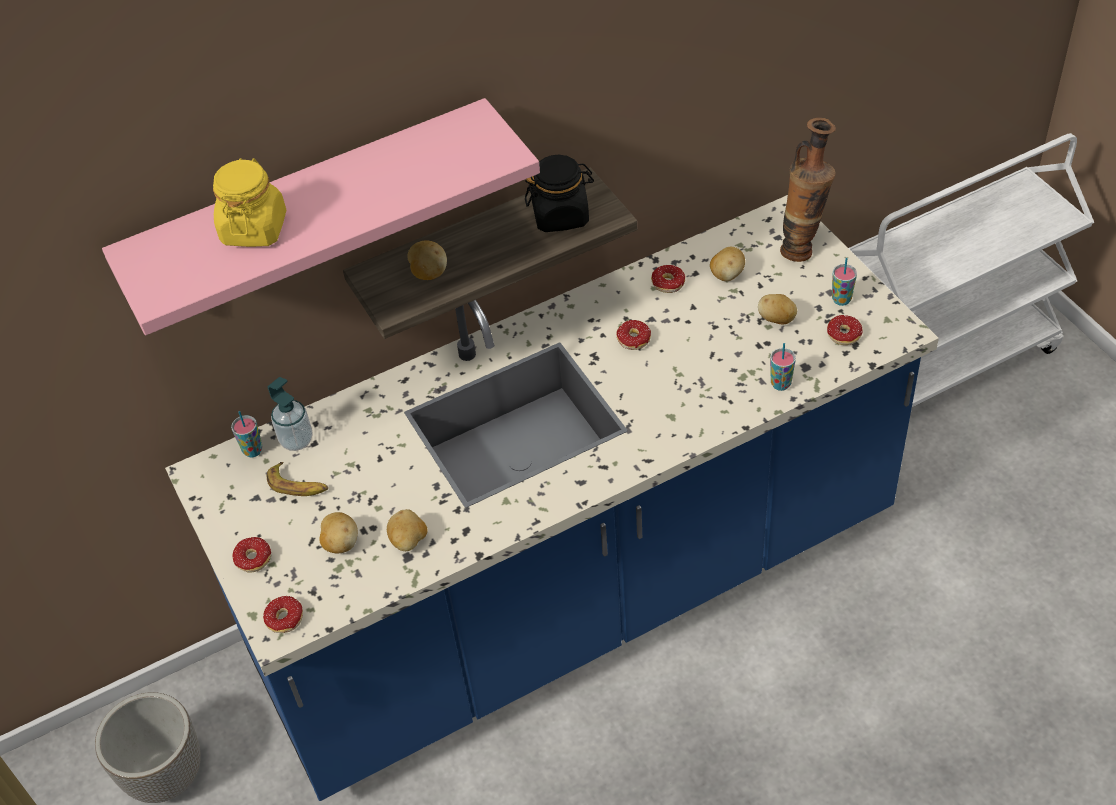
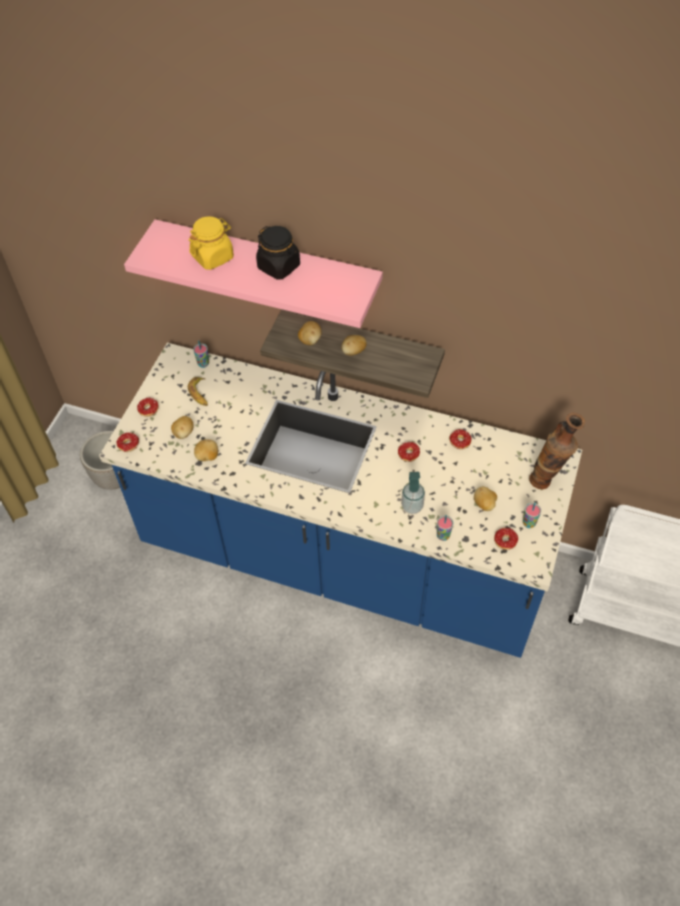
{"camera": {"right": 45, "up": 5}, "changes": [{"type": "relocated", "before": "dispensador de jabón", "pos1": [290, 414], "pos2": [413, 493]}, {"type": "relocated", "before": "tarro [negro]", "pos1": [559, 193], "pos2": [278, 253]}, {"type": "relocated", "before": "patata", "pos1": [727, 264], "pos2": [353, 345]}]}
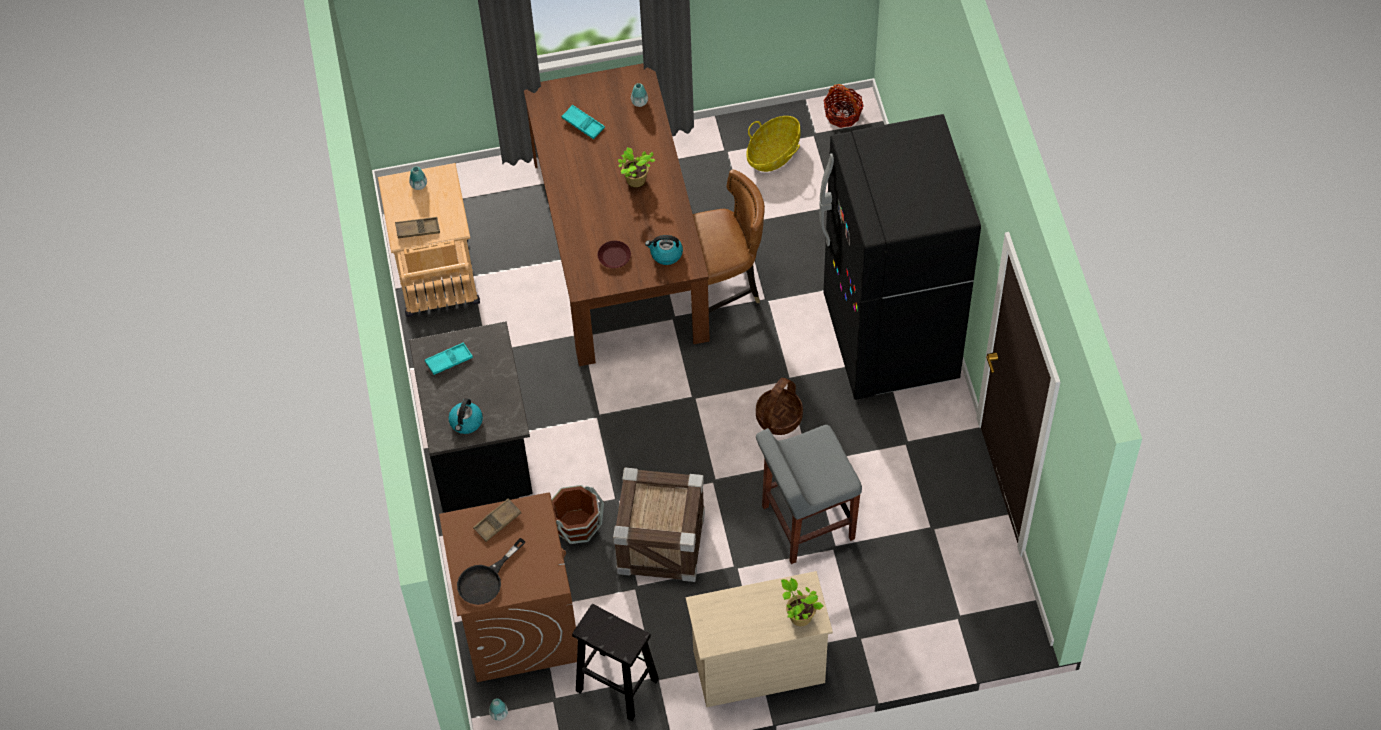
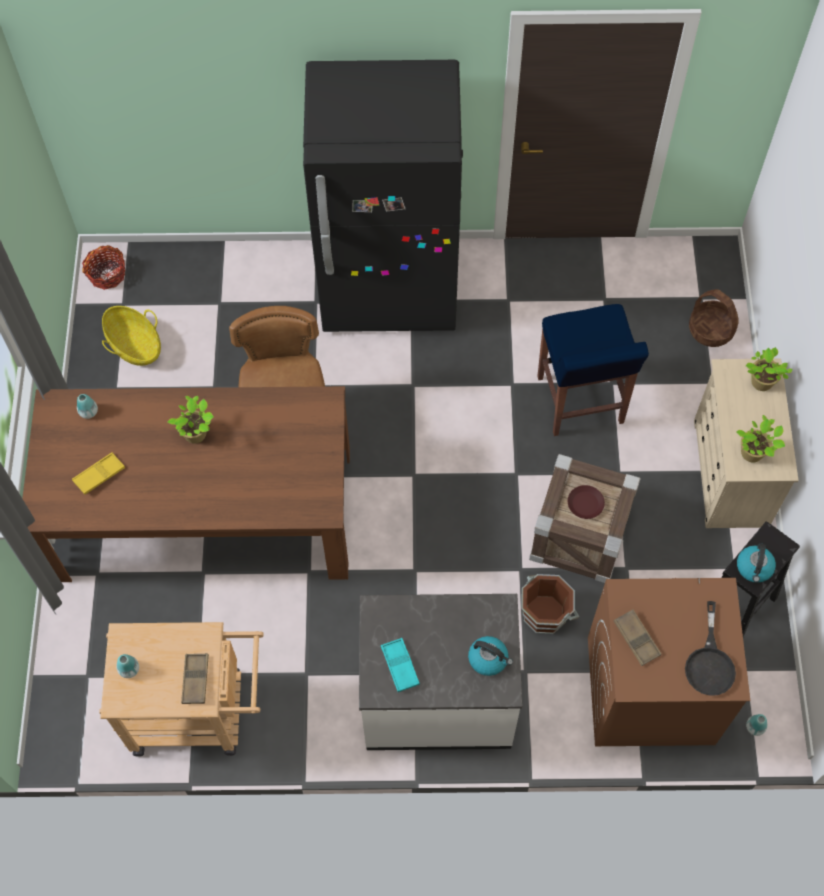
{"camera": {"right": -80, "up": 5}, "changes": [{"type": "appeared", "after": "planta en maceta", "pos2": [760, 439]}, {"type": "relocated", "before": "plato [marrón]", "pos1": [614, 254], "pos2": [586, 502]}, {"type": "relocated", "before": "hervidor", "pos1": [664, 250], "pos2": [756, 563]}, {"type": "relocated", "before": "cesta", "pos1": [779, 406], "pos2": [714, 318]}, {"type": "colour", "before": "mueble bajo de cocina [negro]", "after": "mueble bajo de cocina [blanco]", "pos1": [471, 417], "pos2": [440, 672]}, {"type": "colour", "before": "bandeja [turquesa]", "after": "bandeja [amarillo]", "pos1": [583, 122], "pos2": [98, 473]}, {"type": "colour", "before": "taburete [gris]", "after": "taburete [azul]", "pos1": [809, 494], "pos2": [593, 370]}, {"type": "spun", "before": "sartén [negro]", "pos1": [491, 571], "pos2": [710, 648], "turn": 45}]}
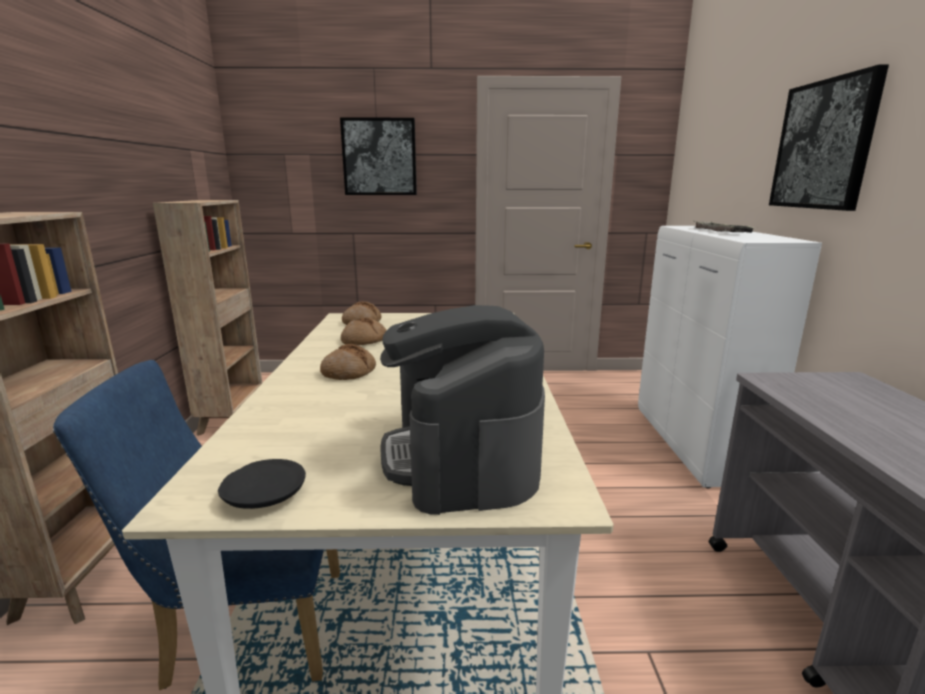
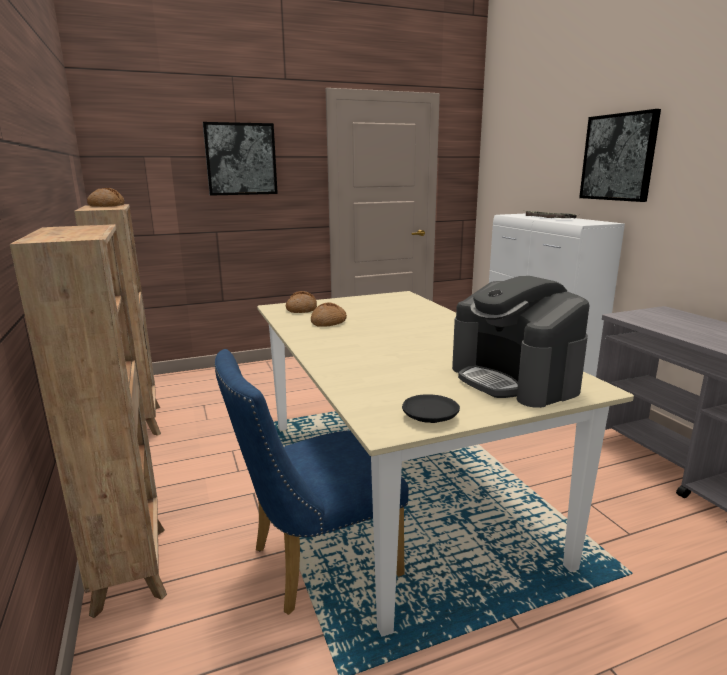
{"camera": {"right": -20, "up": 0}, "changes": [{"type": "relocated", "before": "pan", "pos1": [348, 362], "pos2": [106, 197]}]}
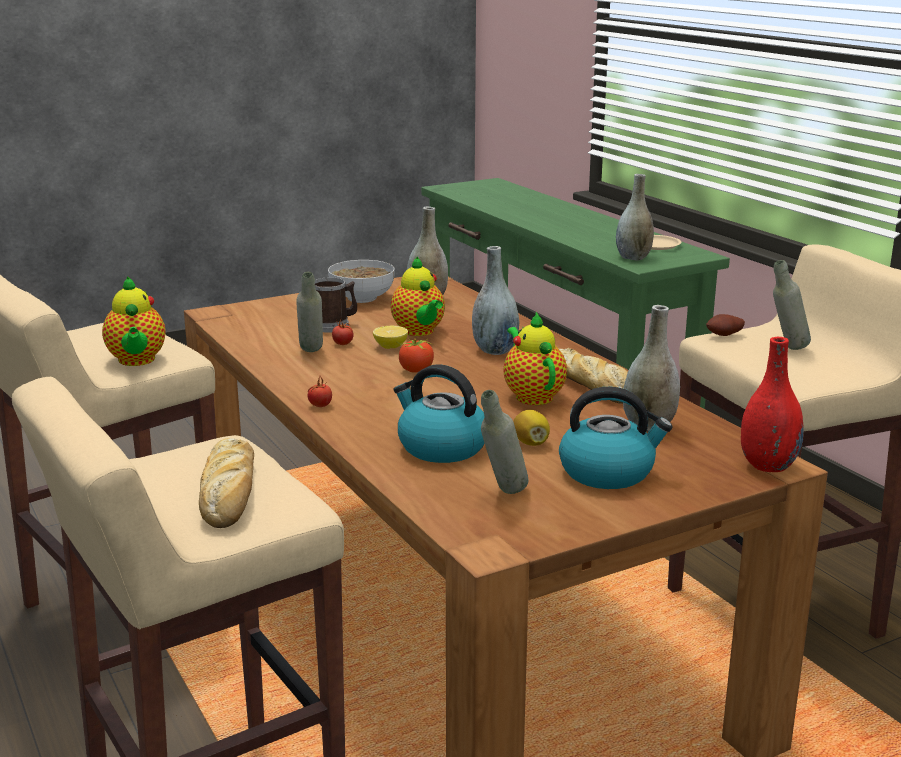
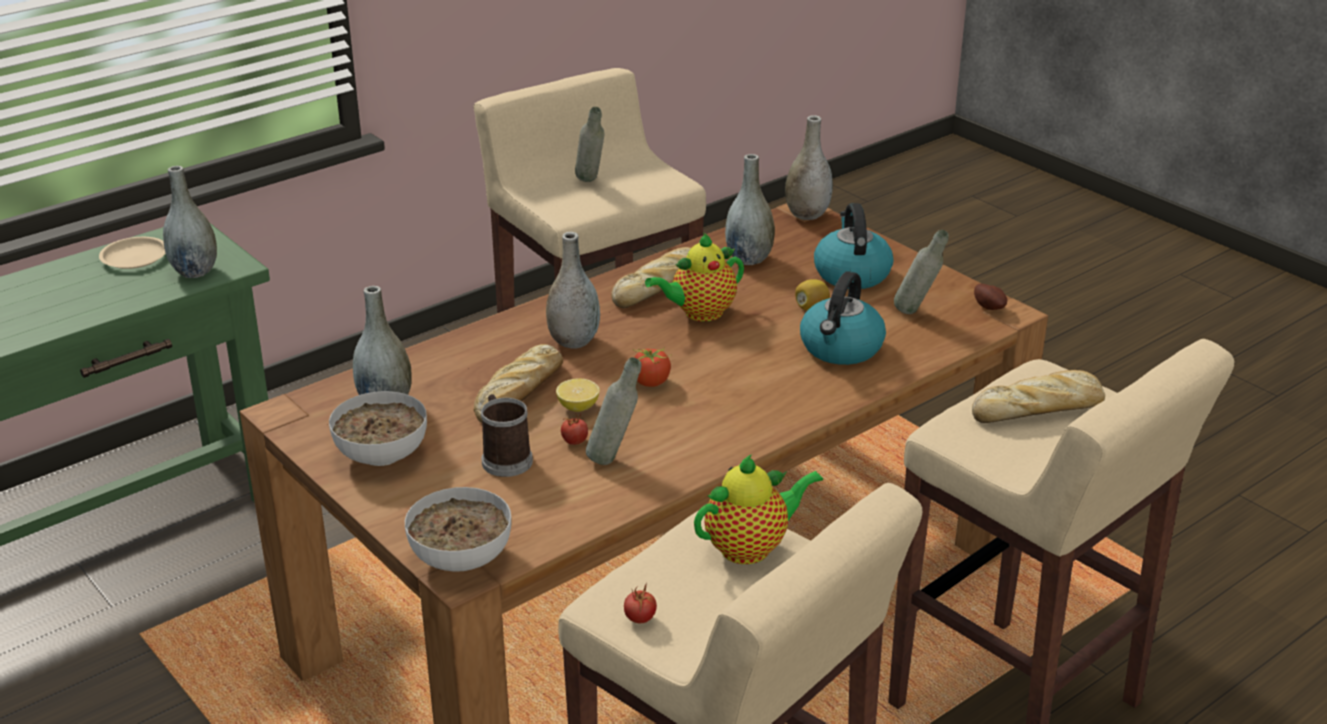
{"camera": {"right": -100, "up": 10}, "changes": [{"type": "appeared", "after": "cuenco", "pos2": [458, 529]}, {"type": "relocated", "before": "tomate", "pos1": [320, 391], "pos2": [640, 603]}, {"type": "relocated", "before": "patata", "pos1": [725, 325], "pos2": [990, 296]}, {"type": "exchanged", "before": "tetera", "after": "pan", "pos1": [418, 296], "pos2": [518, 383]}, {"type": "colour", "before": "florero [rojo]", "after": "florero [gris]", "pos1": [772, 404], "pos2": [809, 167]}]}
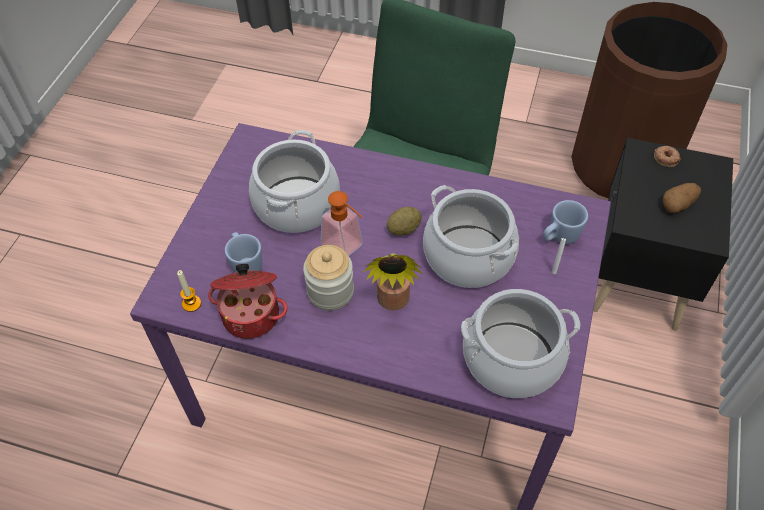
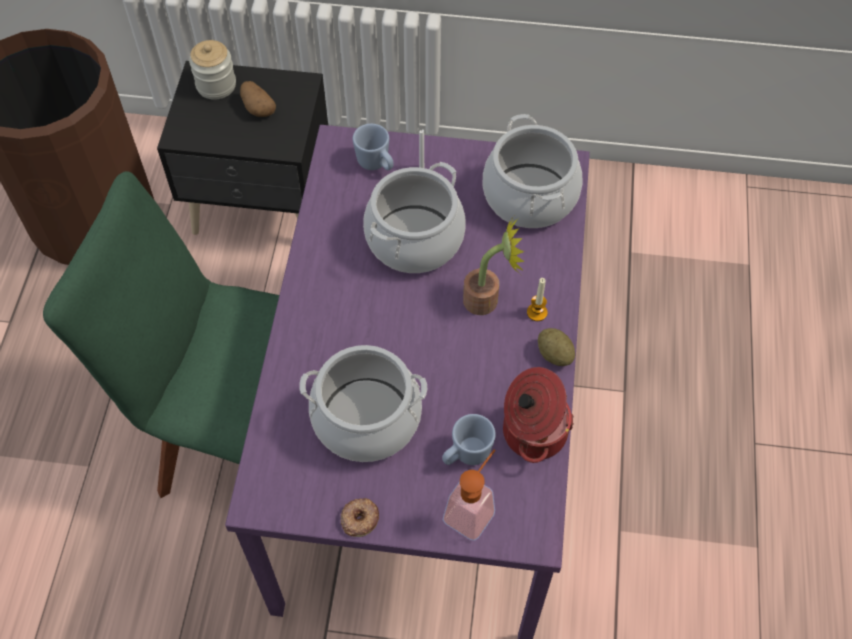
{"camera": {"right": -100, "up": 5}, "changes": [{"type": "relocated", "before": "vela", "pos1": [189, 291], "pos2": [537, 299]}, {"type": "relocated", "before": "tarro", "pos1": [328, 278], "pos2": [212, 70]}, {"type": "relocated", "before": "dispensador de jabón", "pos1": [341, 223], "pos2": [469, 495]}, {"type": "relocated", "before": "patata", "pos1": [404, 221], "pos2": [556, 347]}, {"type": "relocated", "before": "rosquilla", "pos1": [667, 156], "pos2": [360, 517]}]}
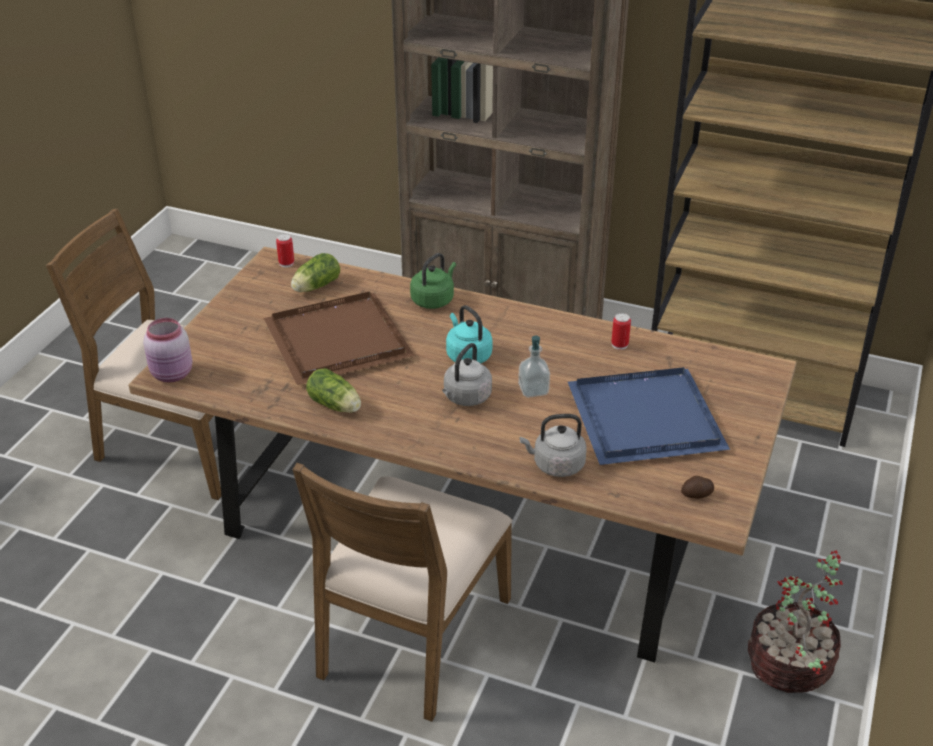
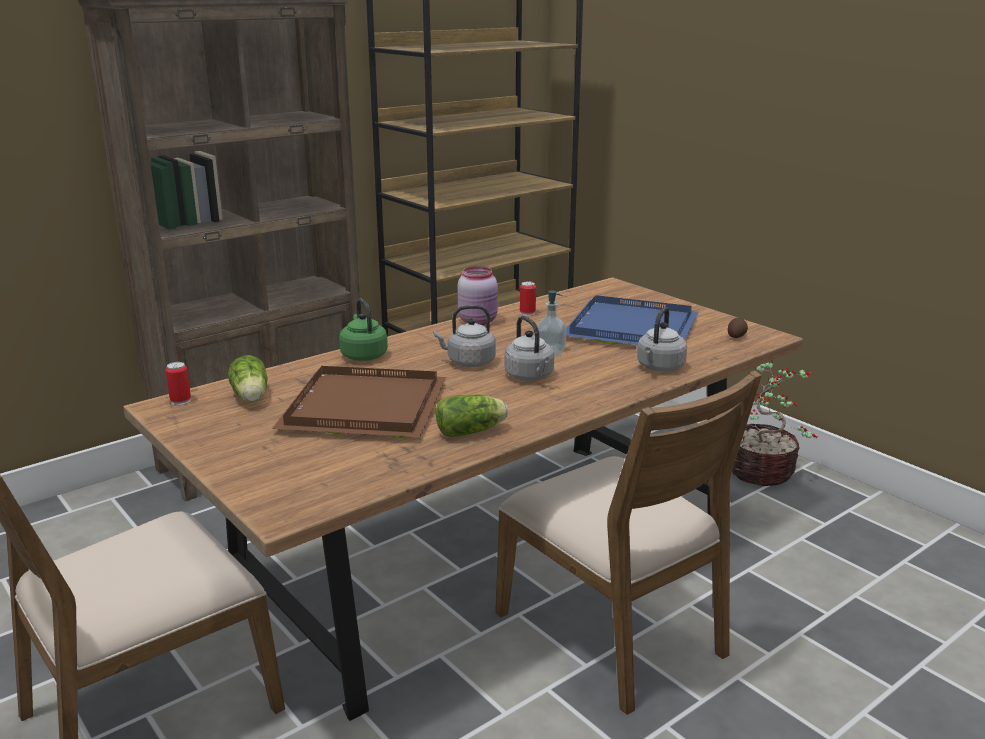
{"camera": {"right": -60, "up": -15}, "changes": [{"type": "relocated", "before": "tarro [rosa]", "pos1": [167, 350], "pos2": [478, 295]}, {"type": "colour", "before": "hervidor [turquesa]", "after": "hervidor [gris]", "pos1": [469, 334], "pos2": [464, 336]}]}
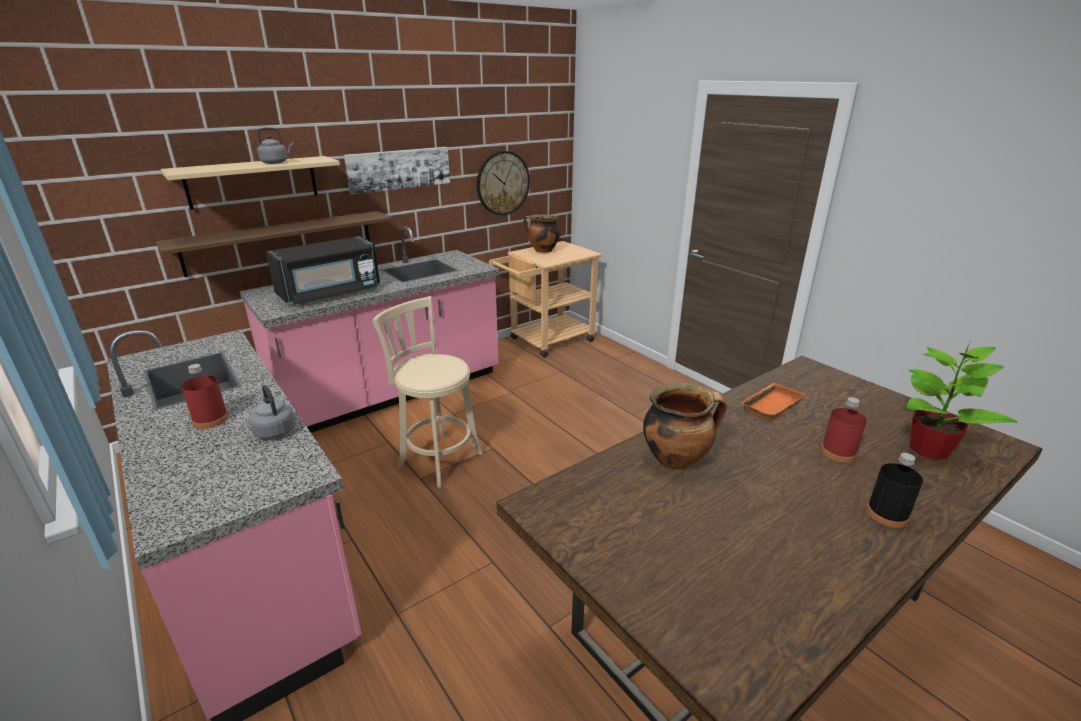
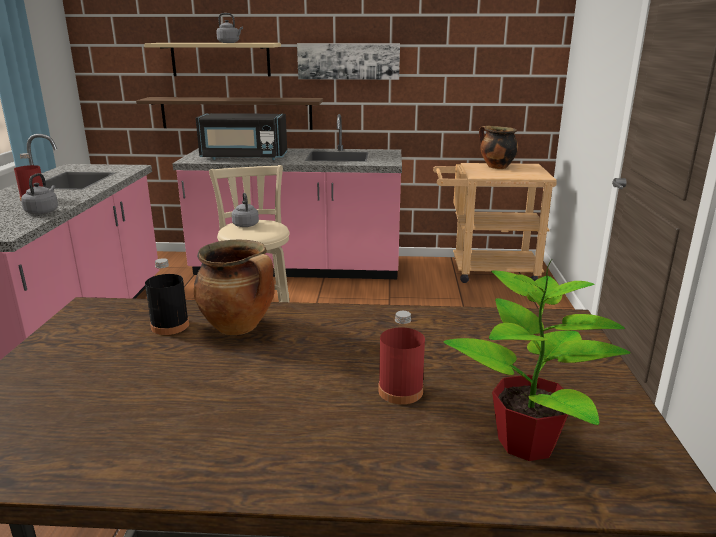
{"camera": {"right": 40, "up": -5}, "changes": [{"type": "missing", "before": "reloj de pared", "pos1": [503, 183]}, {"type": "missing", "before": "bandeja [naranja]", "pos1": [772, 402]}, {"type": "appeared", "after": "hervidor [gris]", "pos2": [245, 210]}, {"type": "relocated", "before": "botella [negro]", "pos1": [894, 490], "pos2": [167, 296]}]}
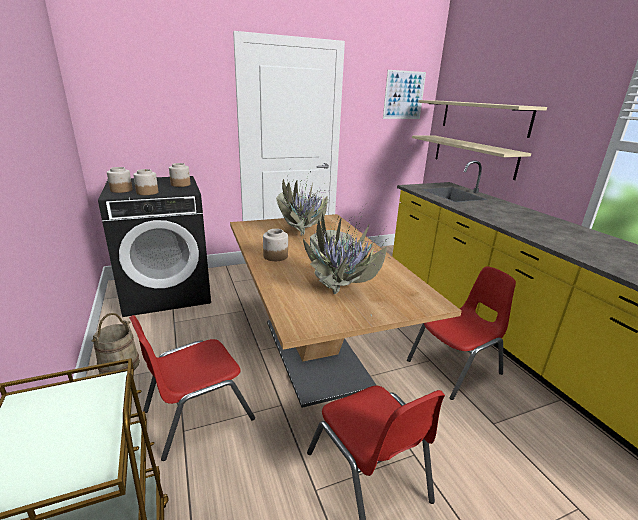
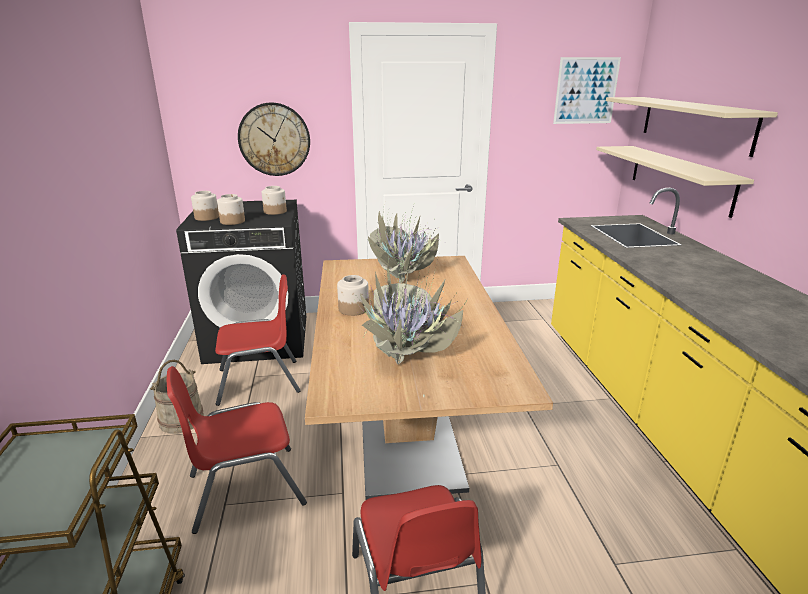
{"camera": {"right": 15, "up": 0}, "changes": [{"type": "appeared", "after": "reloj de pared", "pos2": [274, 139]}, {"type": "relocated", "before": "silla [rojo]", "pos1": [461, 333], "pos2": [258, 340]}]}
